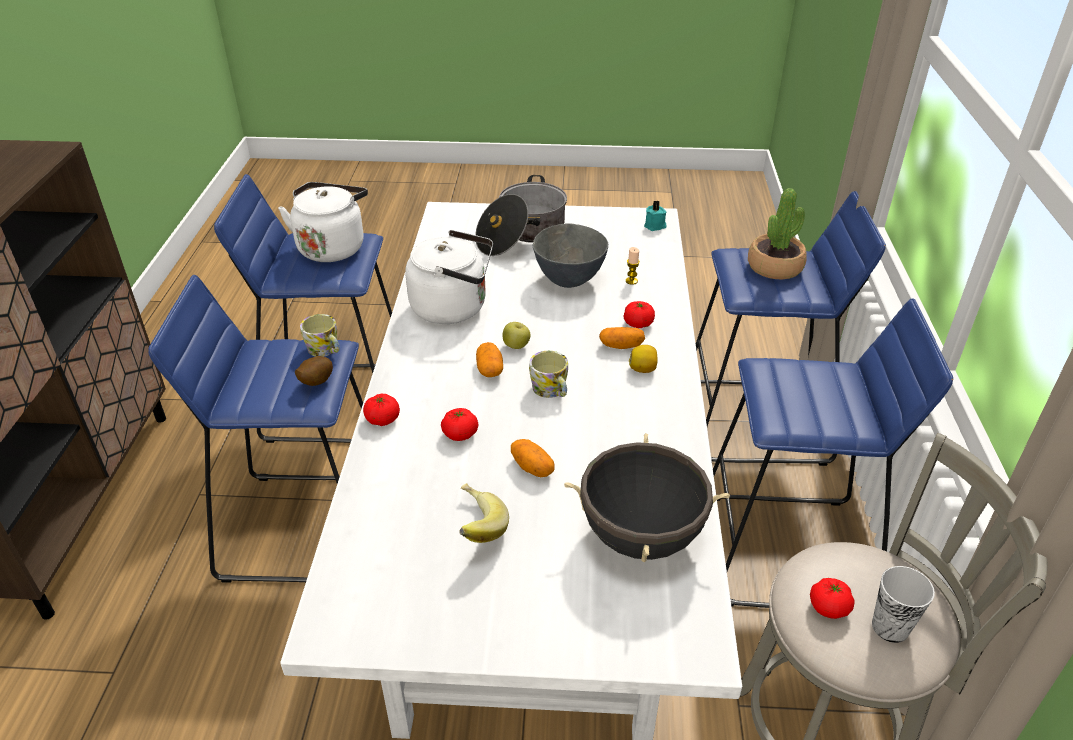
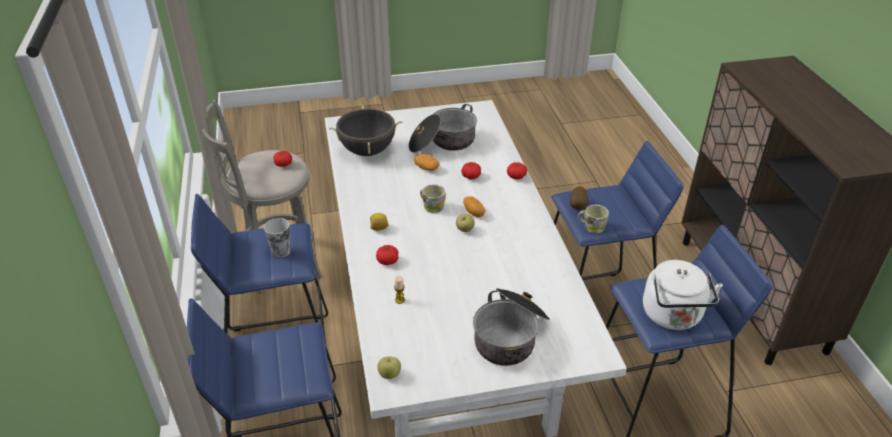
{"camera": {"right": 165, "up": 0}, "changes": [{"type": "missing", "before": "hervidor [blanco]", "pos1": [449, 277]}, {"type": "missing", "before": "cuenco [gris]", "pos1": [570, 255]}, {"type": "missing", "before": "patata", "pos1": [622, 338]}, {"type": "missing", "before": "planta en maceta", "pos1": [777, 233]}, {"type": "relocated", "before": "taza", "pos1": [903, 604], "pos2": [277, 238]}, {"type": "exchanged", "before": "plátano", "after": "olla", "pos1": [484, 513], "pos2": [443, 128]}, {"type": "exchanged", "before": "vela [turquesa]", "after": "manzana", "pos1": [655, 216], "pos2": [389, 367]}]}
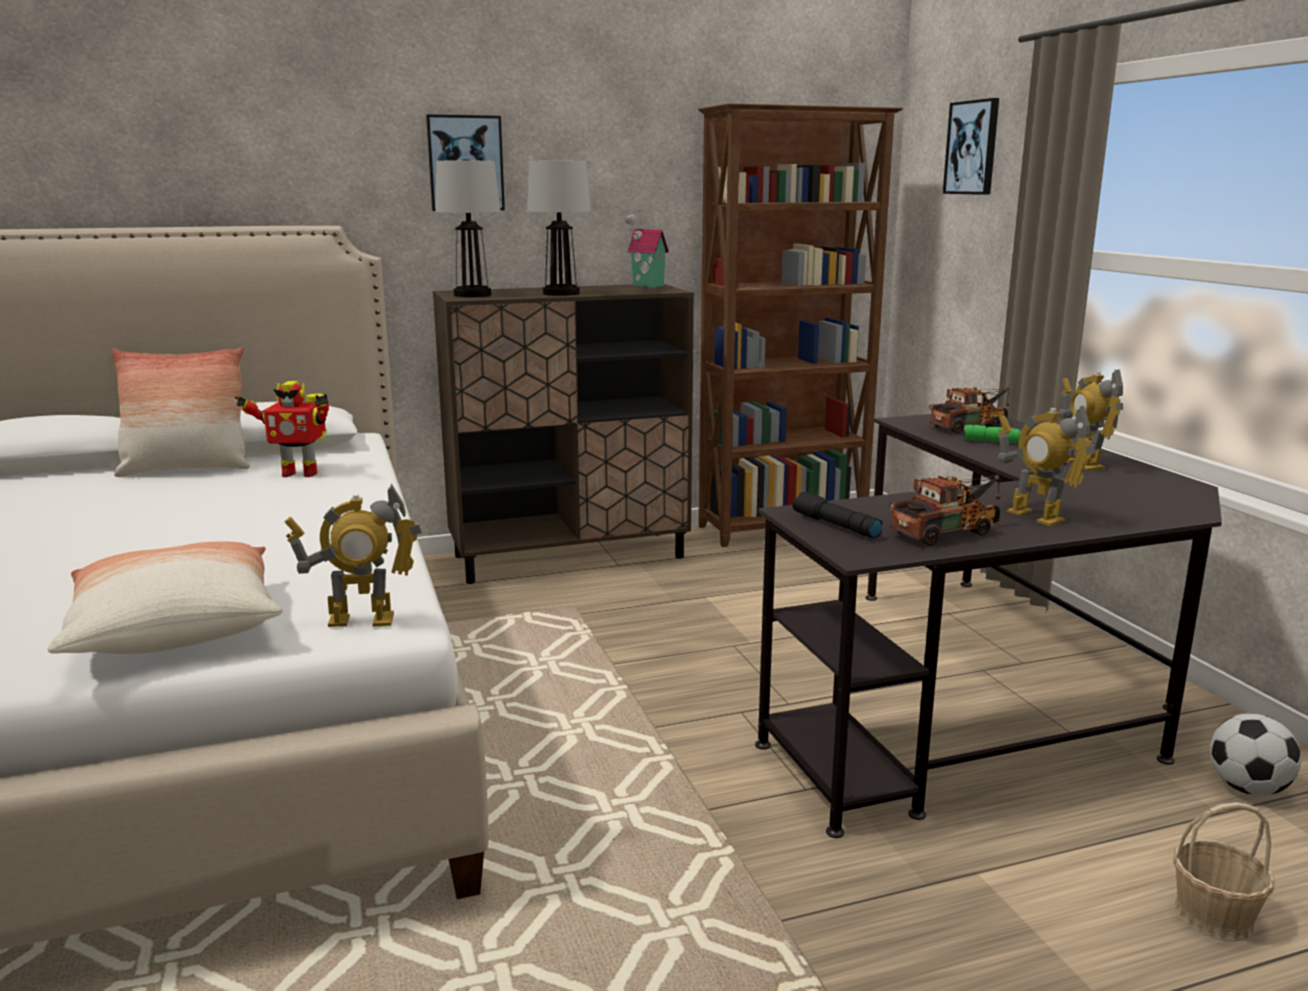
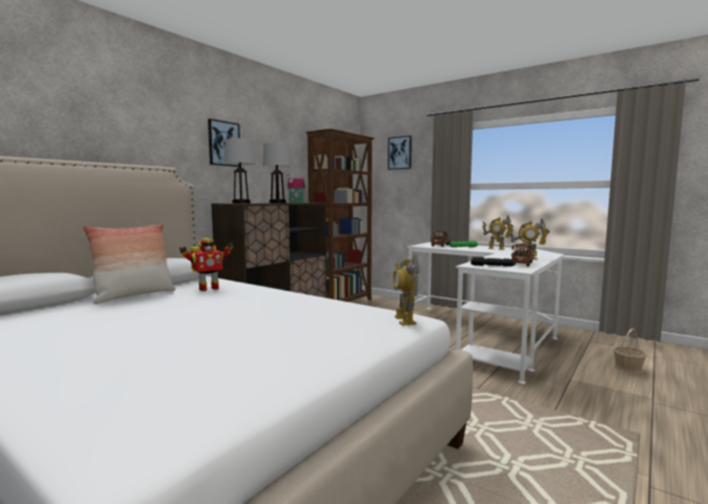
{"camera": {"right": -35, "up": -10}, "changes": [{"type": "missing", "before": "cojín", "pos1": [165, 597]}, {"type": "missing", "before": "balón de fútbol", "pos1": [1255, 754]}, {"type": "colour", "before": "escritorio [negro]", "after": "escritorio [blanco]", "pos1": [988, 626], "pos2": [485, 313]}, {"type": "spun", "before": "robot de juguete", "pos1": [353, 555], "pos2": [406, 290], "turn": 120}]}
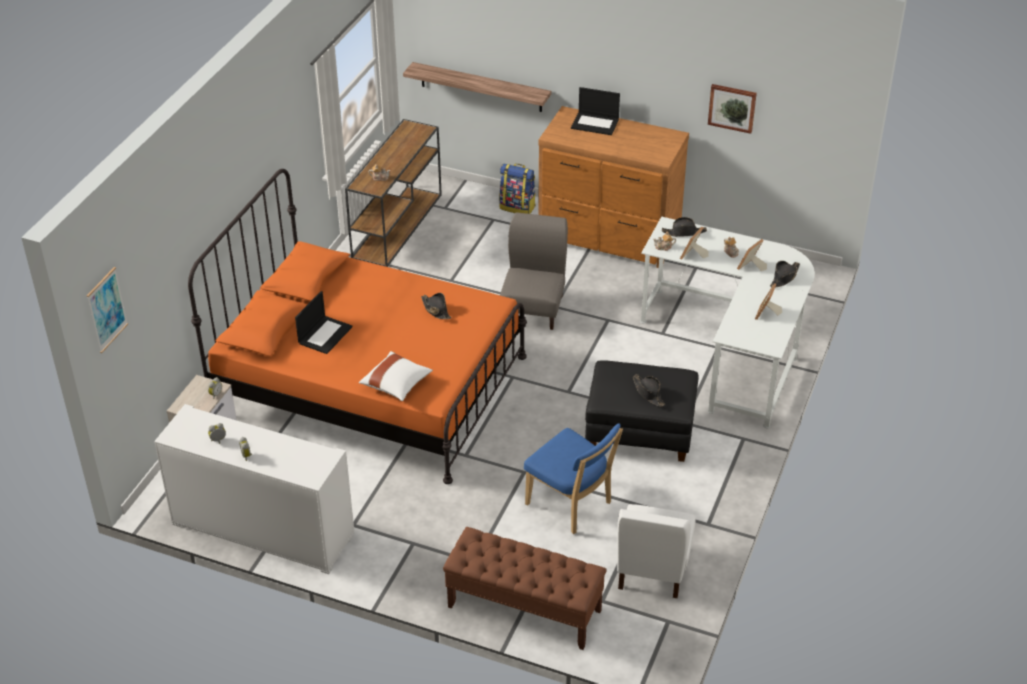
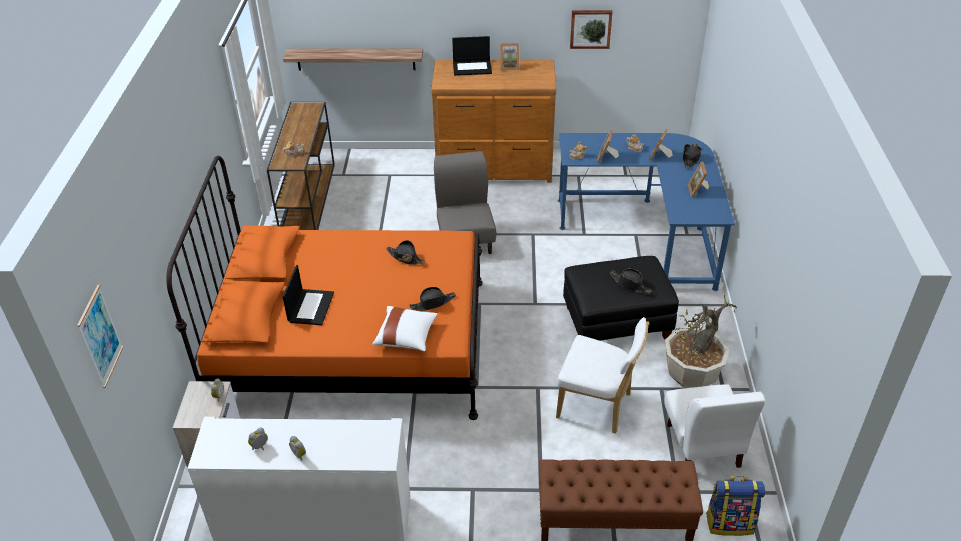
{"camera": {"right": -20, "up": 0}, "changes": [{"type": "appeared", "after": "portarretratos", "pos2": [509, 57]}, {"type": "appeared", "after": "planta en maceta", "pos2": [701, 341]}, {"type": "relocated", "before": "mochila", "pos1": [517, 189], "pos2": [735, 506]}, {"type": "relocated", "before": "sombrero [negro]", "pos1": [684, 227], "pos2": [432, 299]}, {"type": "colour", "before": "silla [azul]", "after": "silla [blanco]", "pos1": [573, 478], "pos2": [603, 375]}, {"type": "colour", "before": "escritorio [blanco]", "after": "escritorio [azul]", "pos1": [727, 322], "pos2": [646, 212]}]}
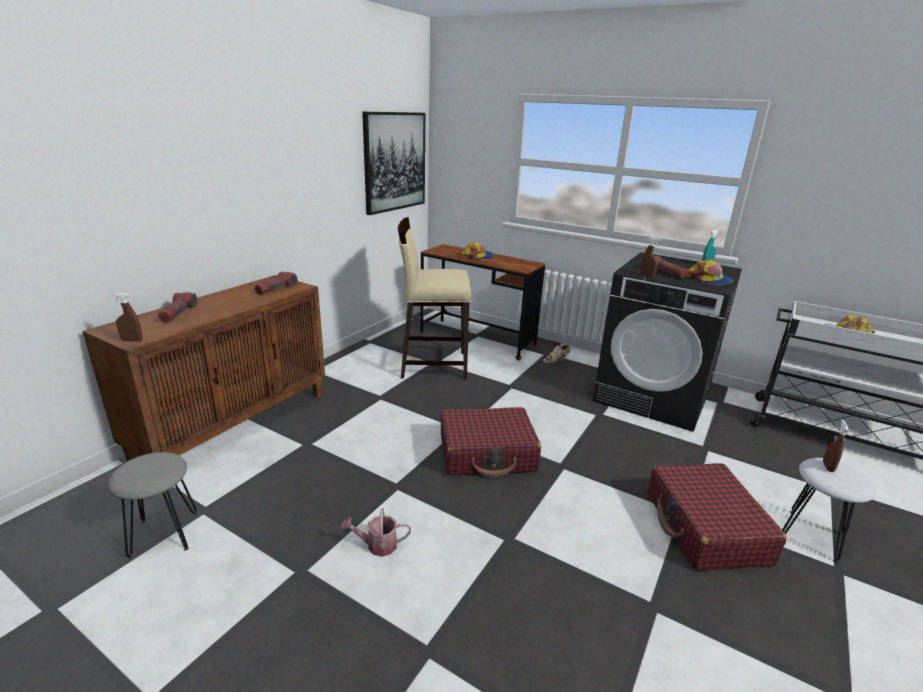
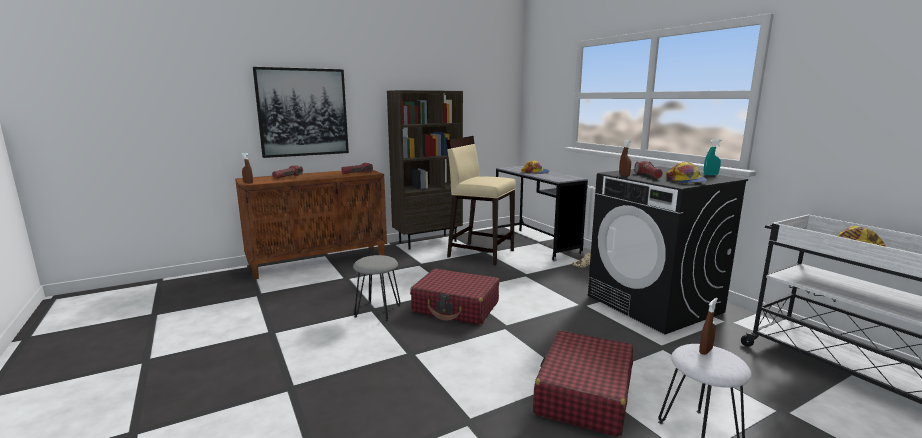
{"camera": {"right": 30, "up": -10}, "changes": [{"type": "missing", "before": "regadera", "pos1": [376, 532]}, {"type": "appeared", "after": "estantería [marrón]", "pos2": [425, 169]}, {"type": "relocated", "before": "taburete [gris]", "pos1": [153, 506], "pos2": [376, 288]}, {"type": "relocated", "before": "cuadro", "pos1": [393, 163], "pos2": [301, 112]}, {"type": "colour", "before": "escritorio [marrón]", "after": "escritorio [gris]", "pos1": [482, 302], "pos2": [542, 214]}]}
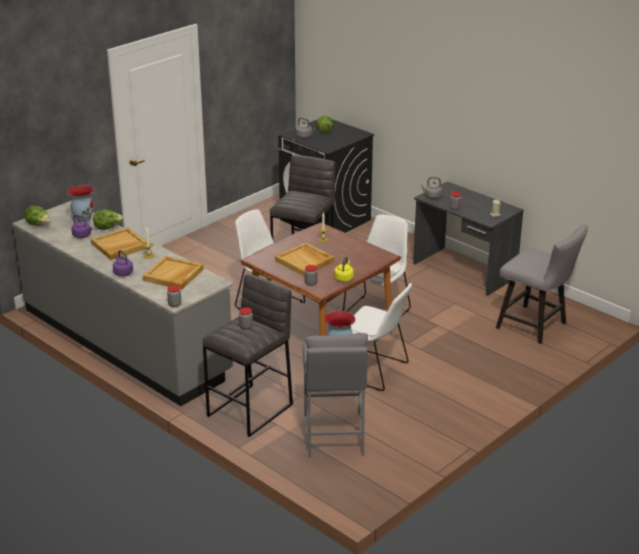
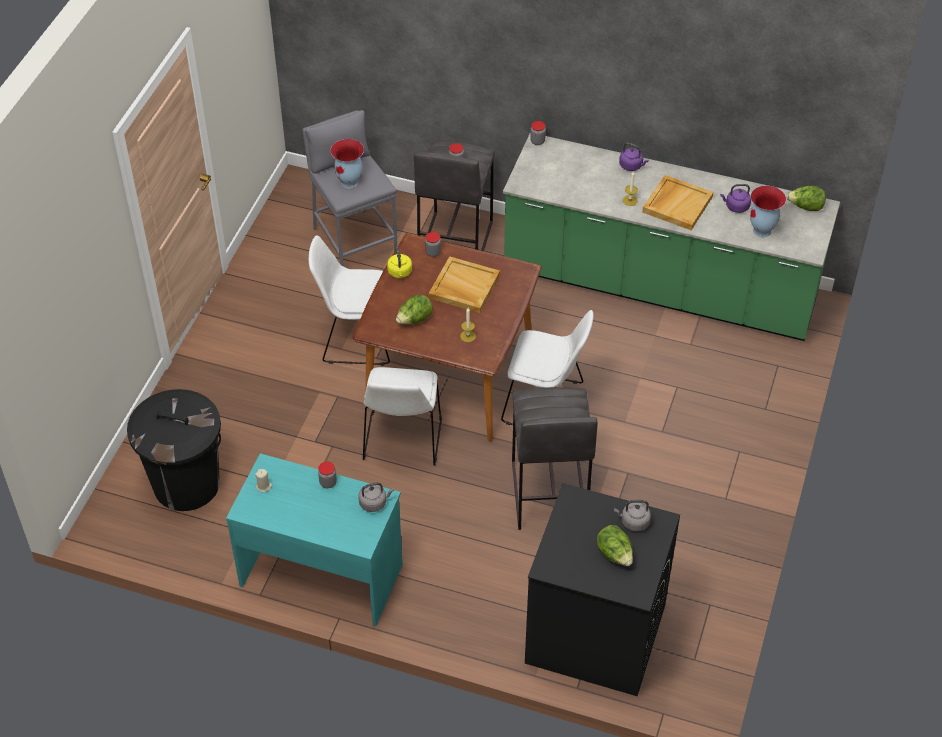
{"camera": {"right": 155, "up": 20}, "changes": [{"type": "missing", "before": "bandeja [beis]", "pos1": [173, 273]}, {"type": "relocated", "before": "lechuga", "pos1": [108, 219], "pos2": [414, 309]}, {"type": "exchanged", "before": "silla [gris]", "after": "papelera [negro]", "pos1": [542, 284], "pos2": [174, 450]}, {"type": "colour", "before": "mueble bajo de cocina [gris]", "after": "mueble bajo de cocina [verde]", "pos1": [123, 303], "pos2": [671, 237]}, {"type": "colour", "before": "escritorio [gris]", "after": "escritorio [turquesa]", "pos1": [468, 238], "pos2": [314, 540]}]}
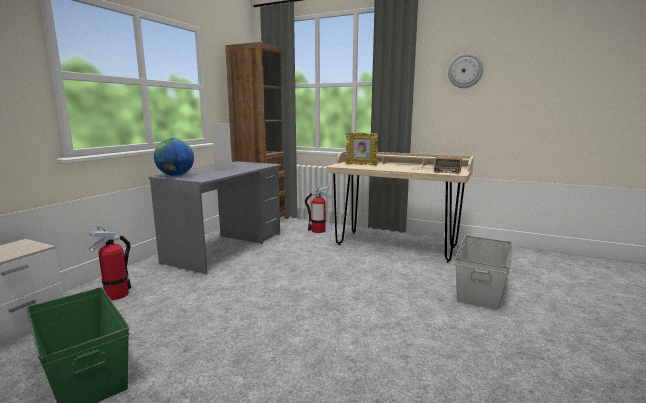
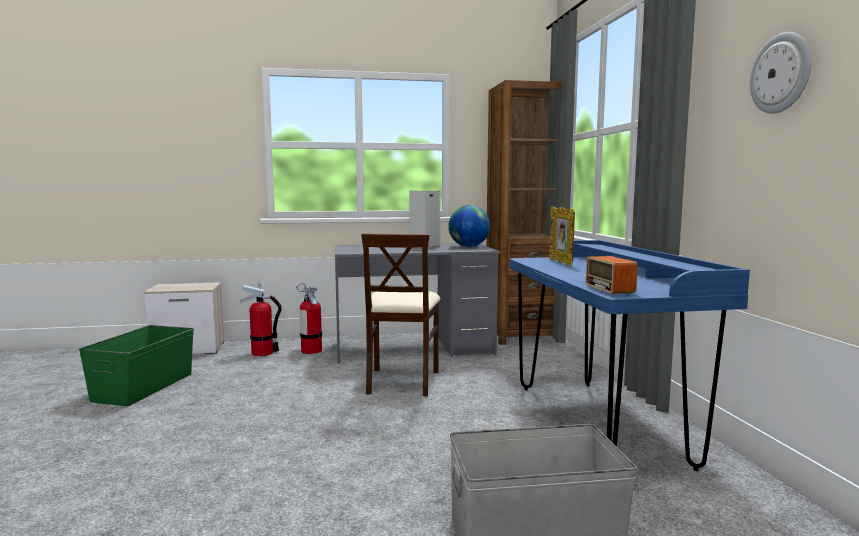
{"camera": {"right": 55, "up": -5}, "changes": [{"type": "appeared", "after": "silla [beis]", "pos2": [401, 314]}, {"type": "relocated", "before": "globo terráqueo", "pos1": [174, 157], "pos2": [469, 226]}, {"type": "relocated", "before": "extintor", "pos1": [318, 209], "pos2": [309, 318]}, {"type": "colour", "before": "escritorio [beis]", "after": "escritorio [azul]", "pos1": [400, 206], "pos2": [629, 355]}]}
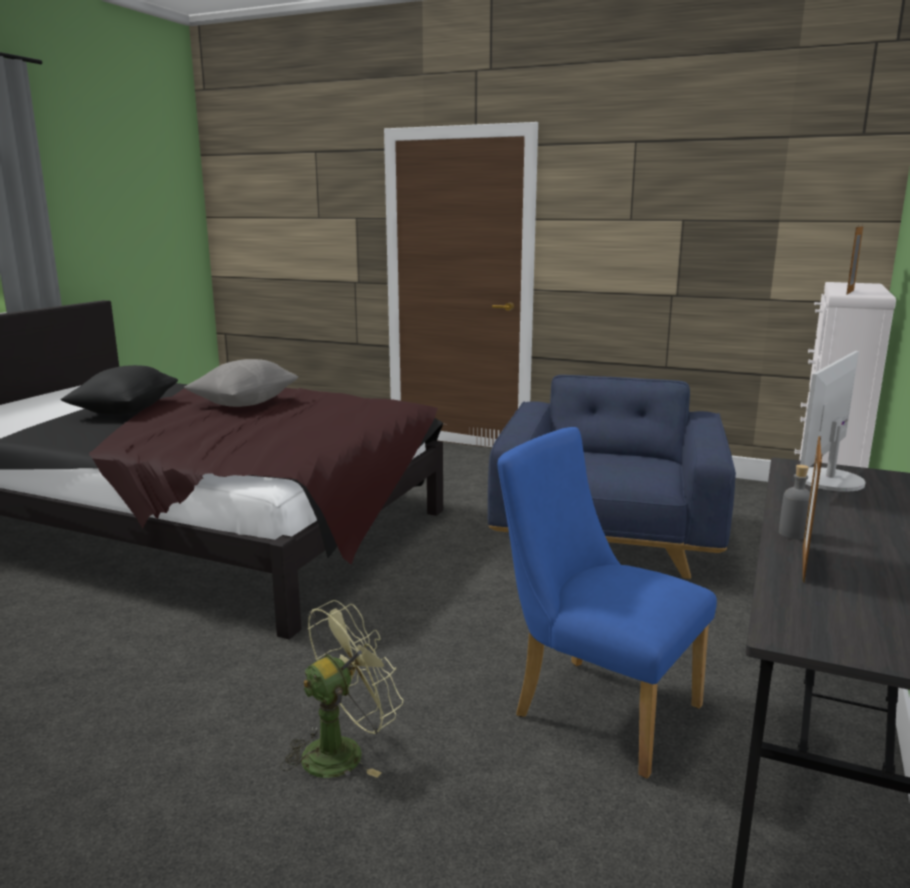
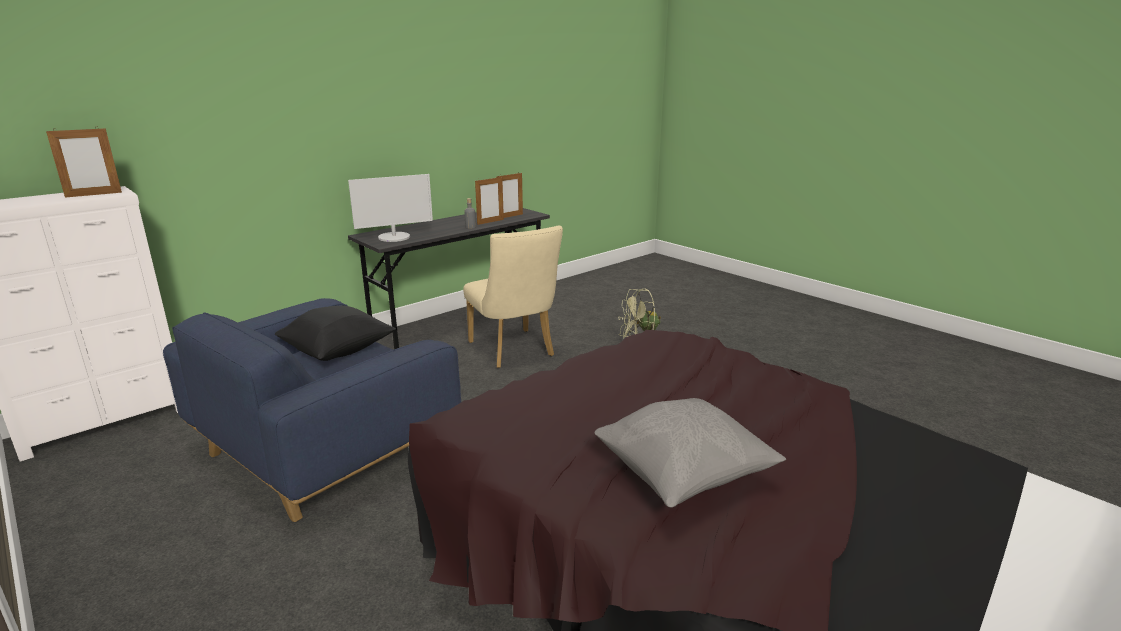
{"camera": {"right": -155, "up": 5}, "changes": [{"type": "appeared", "after": "portarretratos", "pos2": [509, 195]}, {"type": "relocated", "before": "cojín [negro]", "pos1": [119, 390], "pos2": [335, 333]}, {"type": "colour", "before": "silla [azul]", "after": "silla [beis]", "pos1": [607, 602], "pos2": [513, 297]}]}
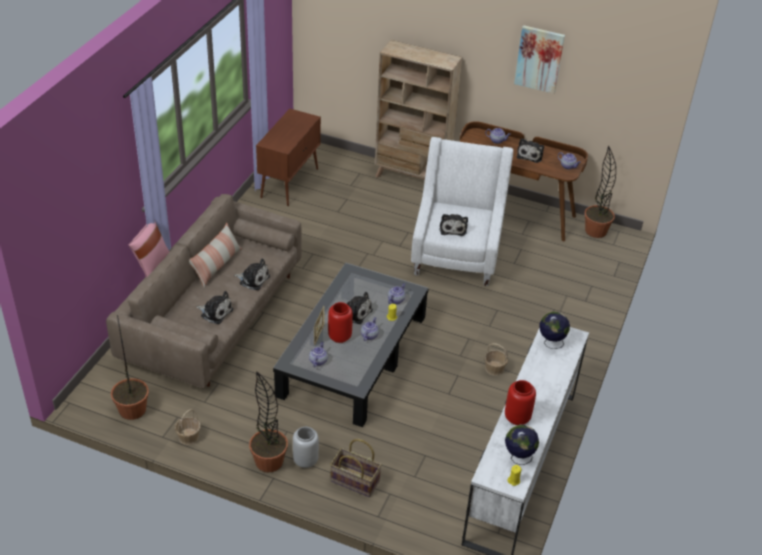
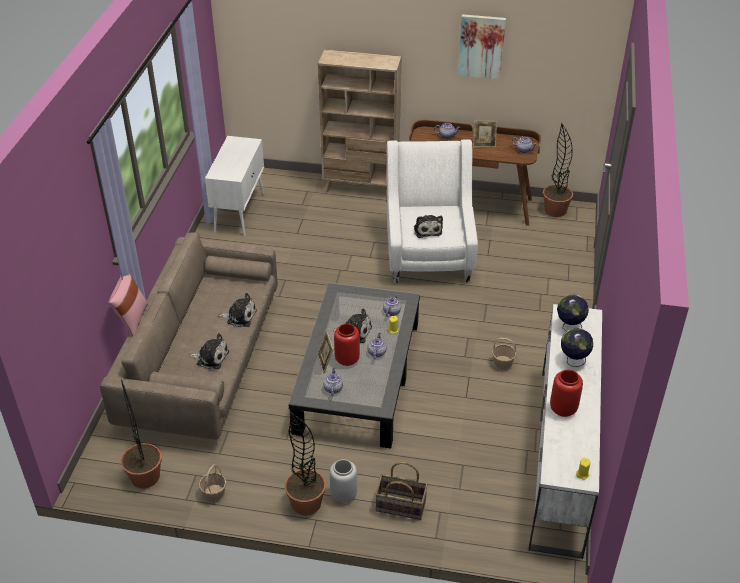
{"camera": {"right": -10, "up": 0}, "changes": [{"type": "missing", "before": "cojín", "pos1": [215, 255]}, {"type": "relocated", "before": "globo terráqueo", "pos1": [522, 444], "pos2": [577, 347]}, {"type": "exchanged", "before": "peluche", "after": "portarretratos", "pos1": [530, 151], "pos2": [485, 134]}, {"type": "colour", "before": "armario [marrón]", "after": "armario [blanco]", "pos1": [288, 157], "pos2": [234, 186]}]}
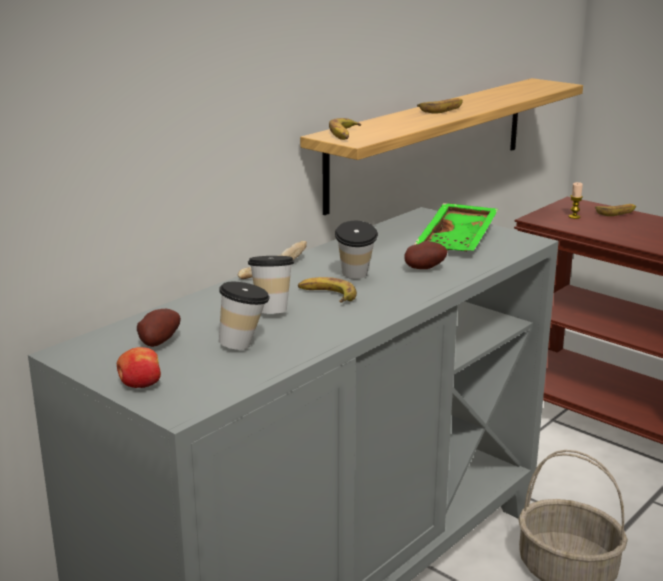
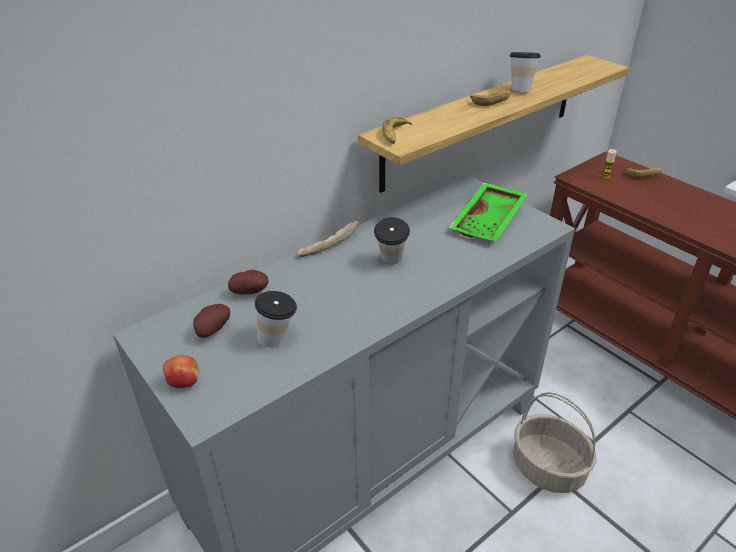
{"camera": {"right": 10, "up": 15}, "changes": [{"type": "missing", "before": "plátano", "pos1": [327, 289]}, {"type": "relocated", "before": "taza", "pos1": [271, 285], "pos2": [525, 71]}, {"type": "relocated", "before": "patata", "pos1": [426, 255], "pos2": [248, 282]}]}
